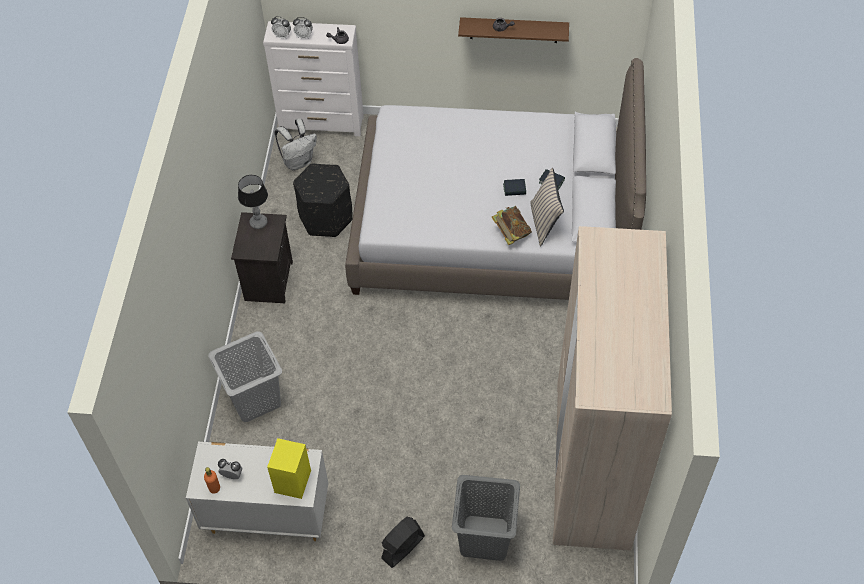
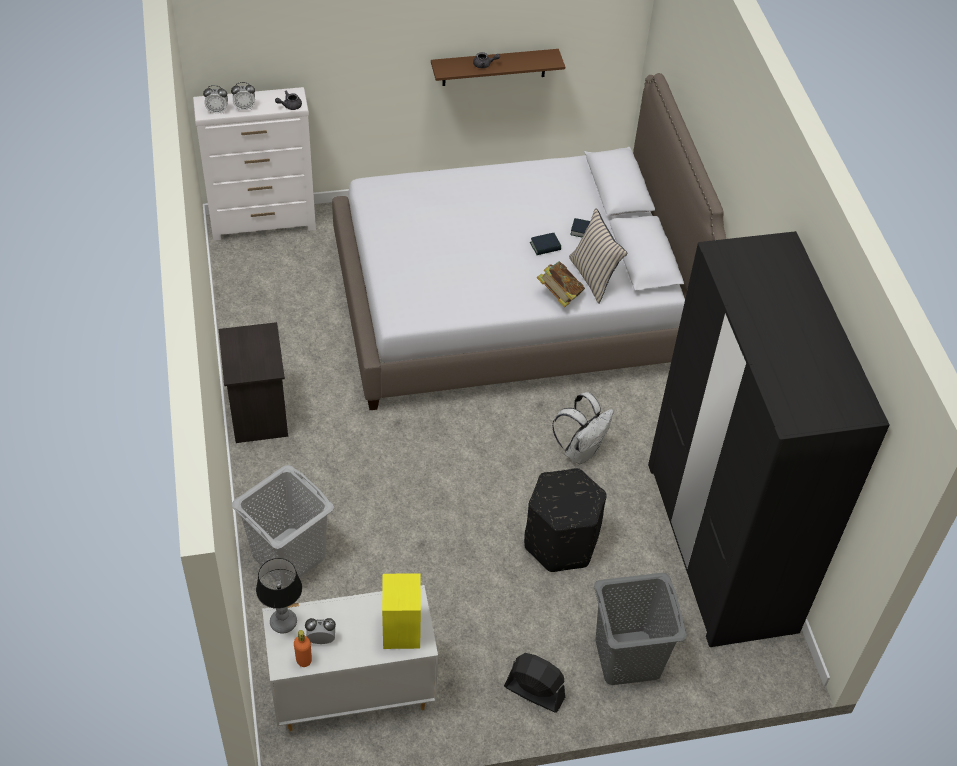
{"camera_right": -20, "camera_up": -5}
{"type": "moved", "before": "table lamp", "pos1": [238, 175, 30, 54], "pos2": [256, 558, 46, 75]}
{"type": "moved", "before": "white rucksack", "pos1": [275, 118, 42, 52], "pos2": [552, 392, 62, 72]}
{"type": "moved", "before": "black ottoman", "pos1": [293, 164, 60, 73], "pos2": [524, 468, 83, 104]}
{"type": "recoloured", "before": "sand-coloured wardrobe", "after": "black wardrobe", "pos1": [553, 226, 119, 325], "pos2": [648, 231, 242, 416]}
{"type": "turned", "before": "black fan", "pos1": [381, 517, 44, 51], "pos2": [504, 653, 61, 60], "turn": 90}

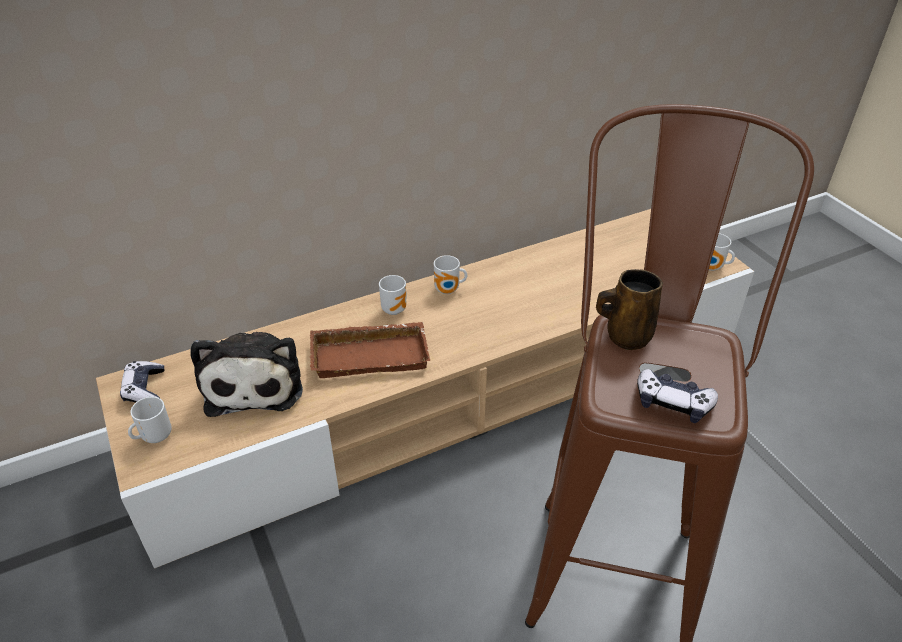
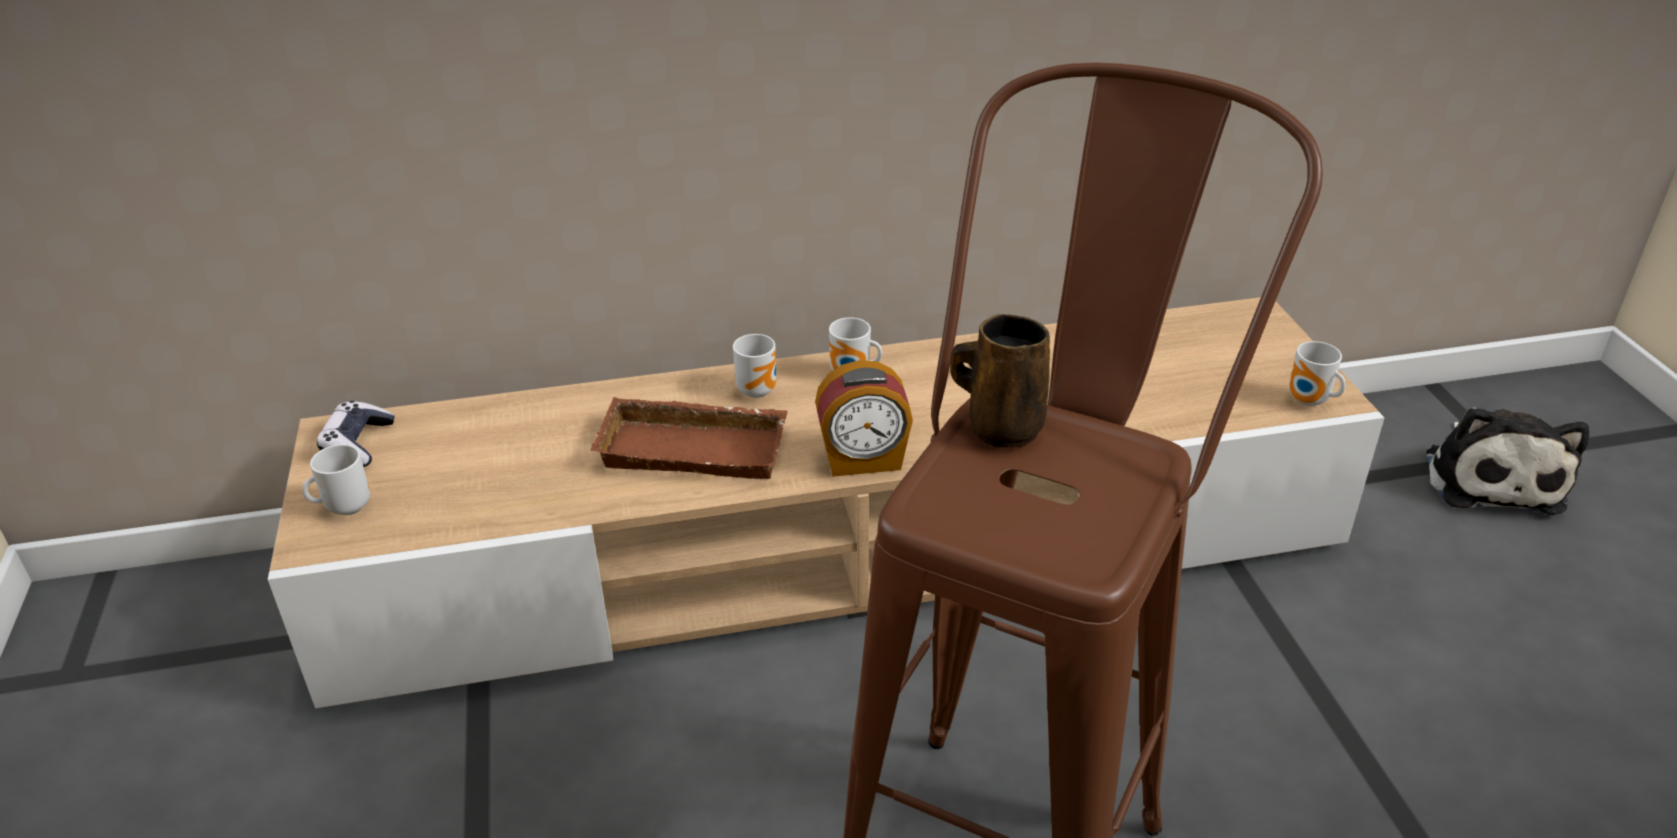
{"camera_right": 15, "camera_up": -5}
{"type": "removed", "before": "gamepad", "pos1": [637, 369, 81, 54]}
{"type": "added", "after": "alarm clock", "pos2": [815, 360, 98, 117]}
{"type": "moved", "before": "cuddly toy", "pos1": [190, 332, 113, 85], "pos2": [1427, 406, 162, 109]}

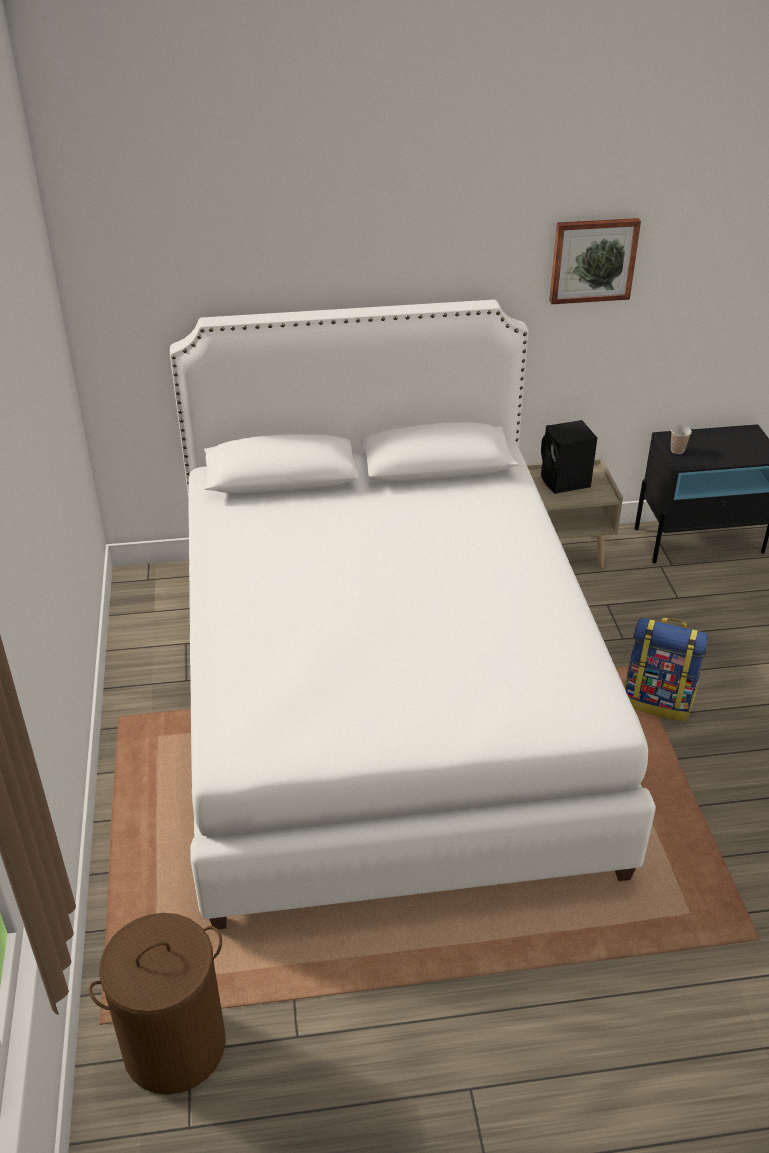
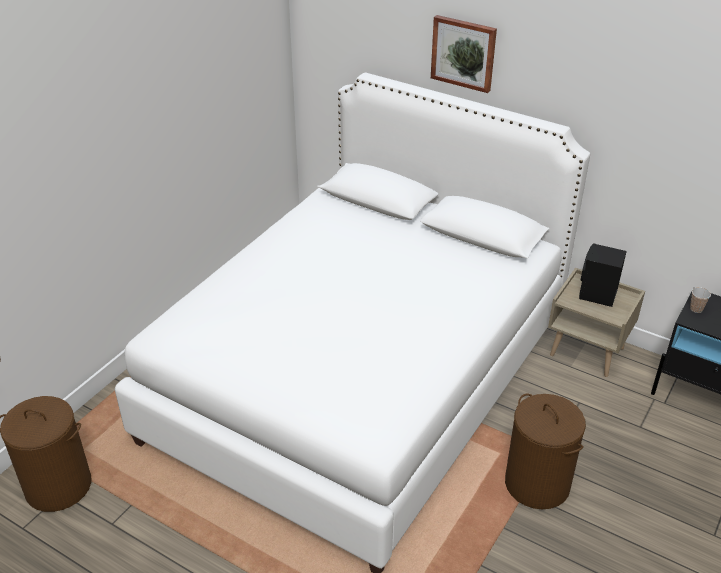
{"camera_right": 40, "camera_up": 0}
{"type": "moved", "before": "wall art", "pos1": [549, 218, 92, 86], "pos2": [431, 15, 66, 78]}
{"type": "replaced", "before": "rucksack", "after": "brown laundry basket", "pos1": [624, 617, 84, 104], "pos2": [505, 394, 81, 116]}

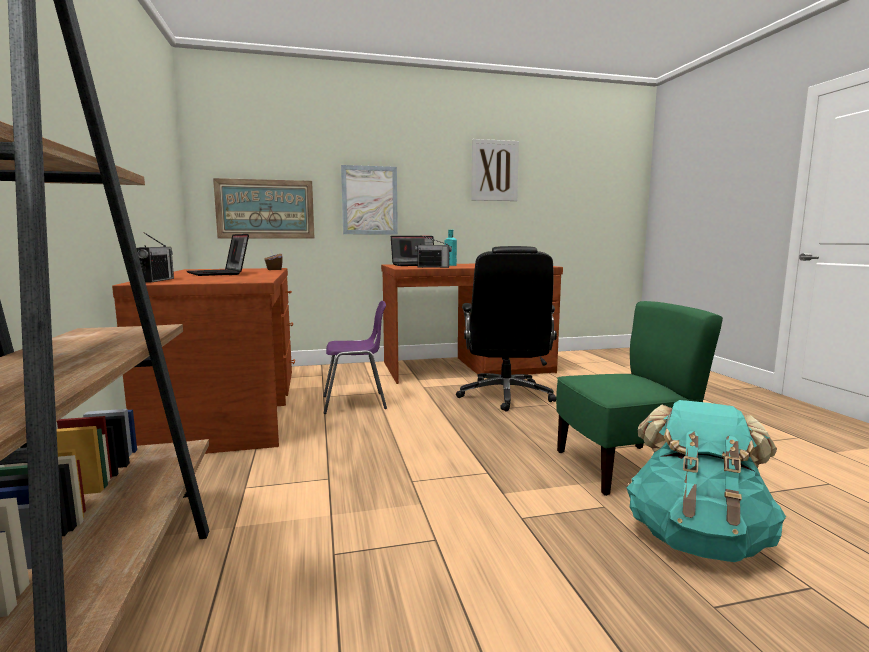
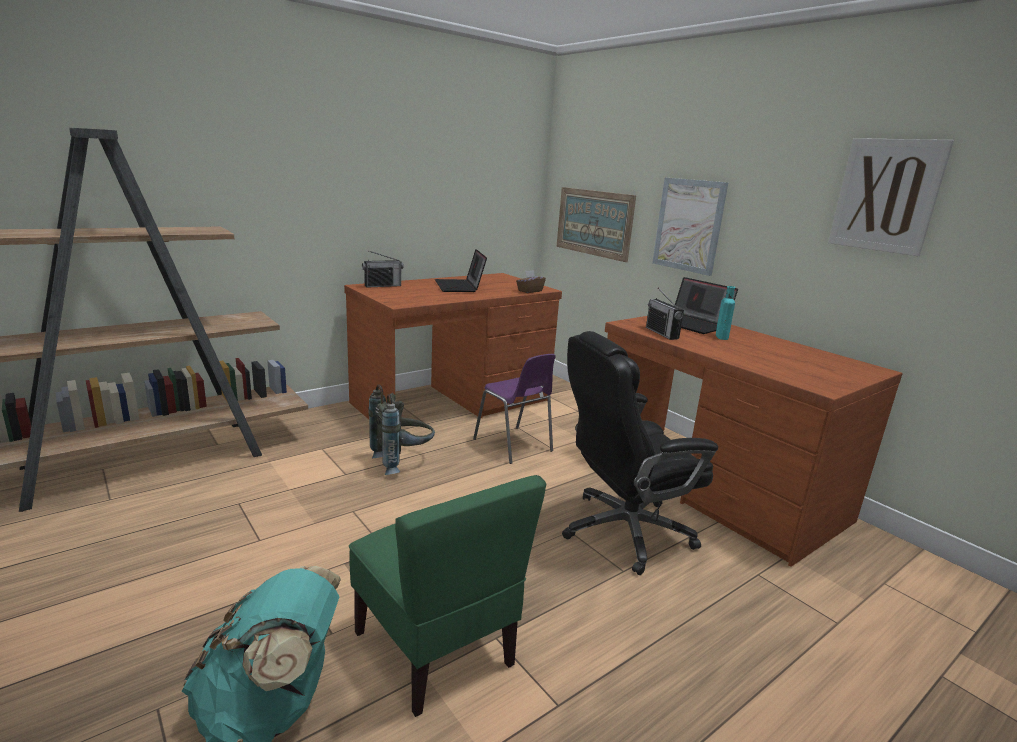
{"camera_right": 65, "camera_up": 10}
{"type": "added", "after": "grey rucksack", "pos2": [368, 385, 67, 90]}
{"type": "turned", "before": "portable computer", "pos1": [187, 234, 62, 42], "pos2": [435, 249, 52, 43], "turn": -45}

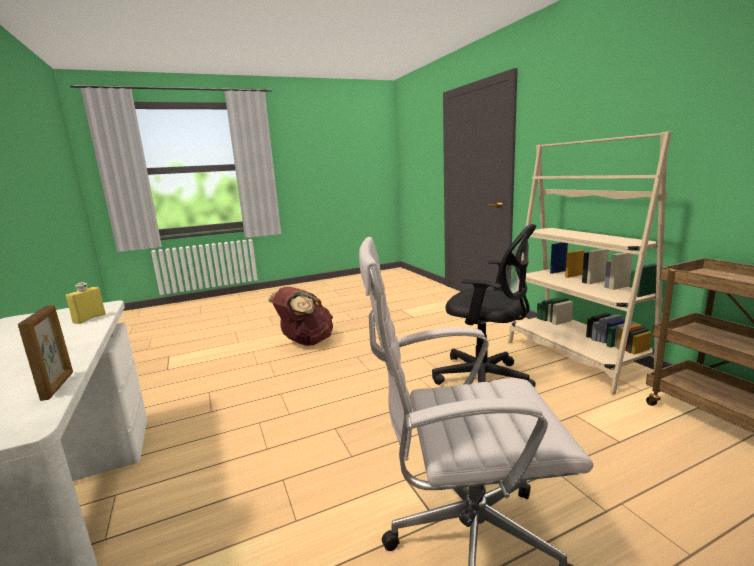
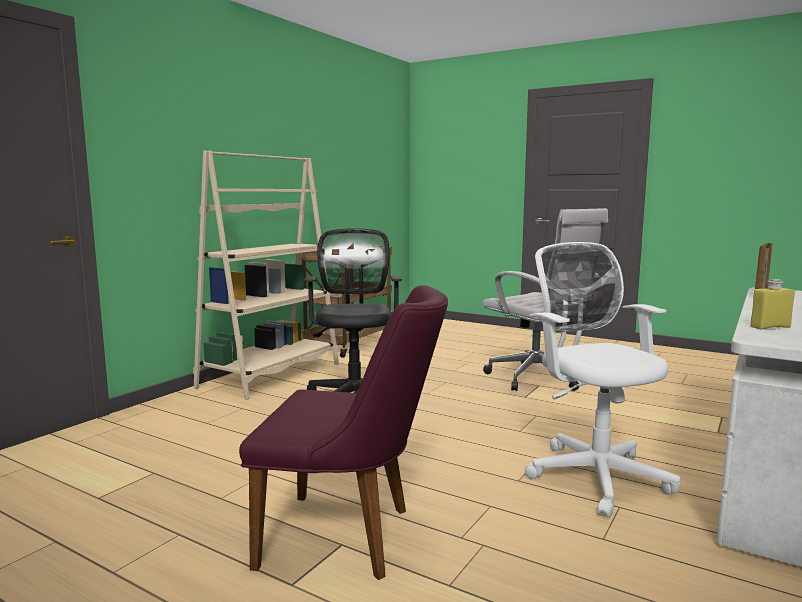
{"camera_right": -125, "camera_up": -5}
{"type": "added", "after": "white desk chair", "pos2": [525, 242, 155, 276]}
{"type": "replaced", "before": "brown rucksack", "after": "purple plain chair", "pos1": [268, 287, 65, 59], "pos2": [239, 285, 209, 295]}

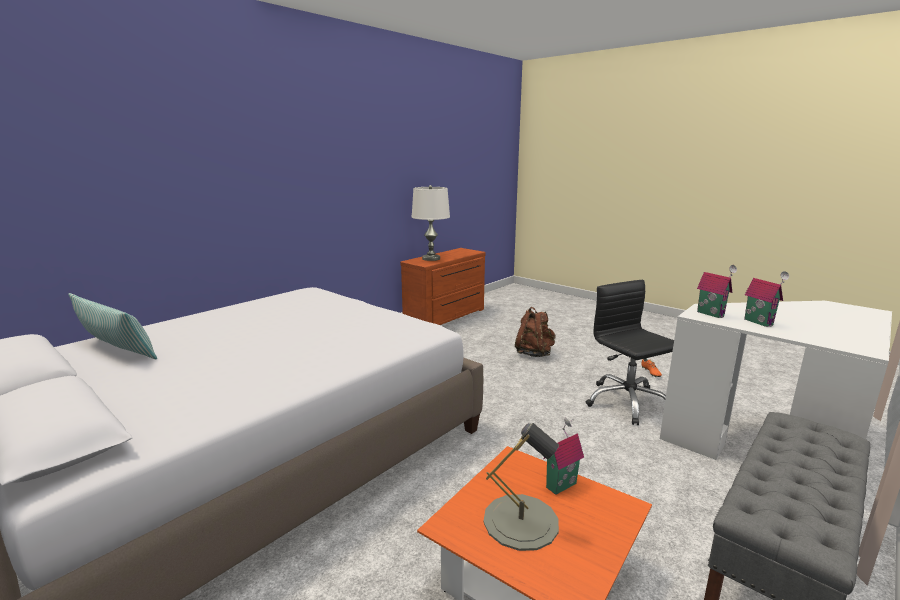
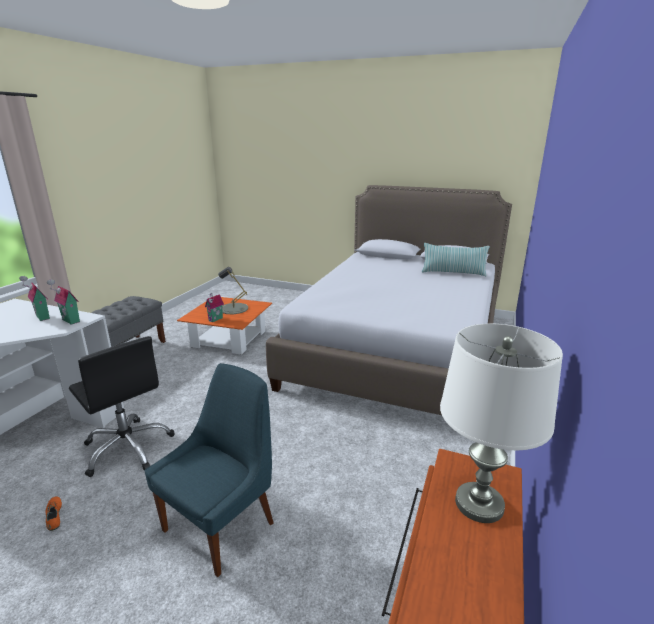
{"camera_right": 160, "camera_up": 5}
{"type": "replaced", "before": "brown rucksack", "after": "blue-coloured plain chair", "pos1": [515, 307, 41, 50], "pos2": [145, 363, 129, 214]}

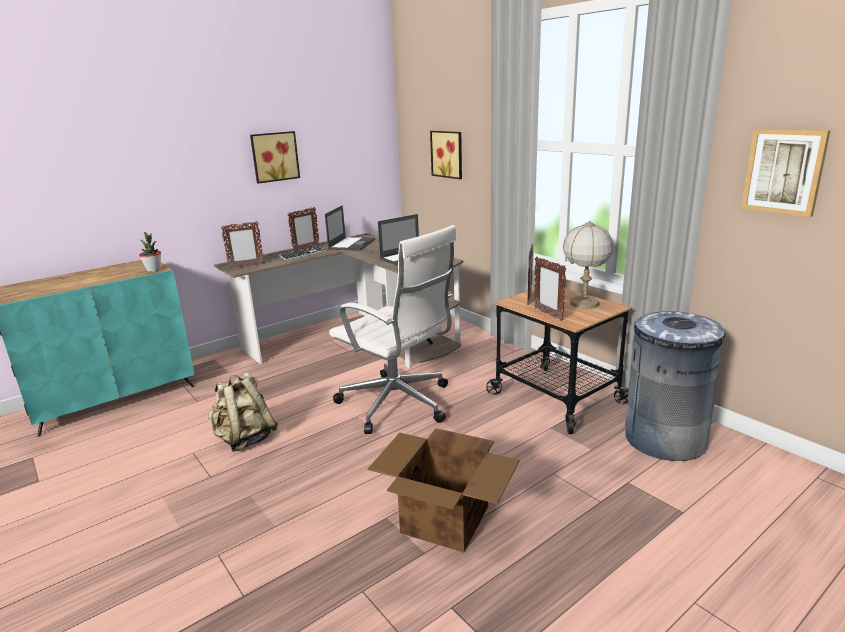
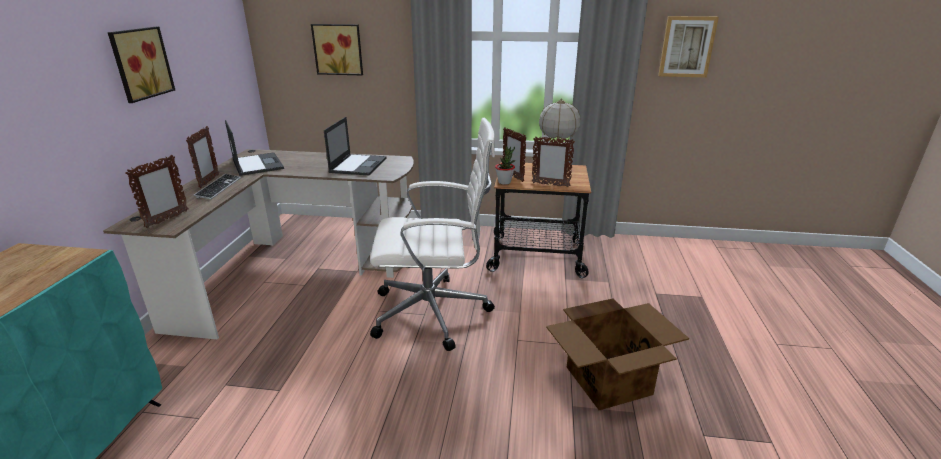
{"camera_right": -45, "camera_up": 5}
{"type": "removed", "before": "sand-coloured rucksack", "pos1": [208, 372, 70, 80]}
{"type": "removed", "before": "grey waste bin", "pos1": [625, 311, 100, 150]}
{"type": "moved", "before": "plant in a pot", "pos1": [139, 232, 22, 40], "pos2": [495, 146, 21, 39]}

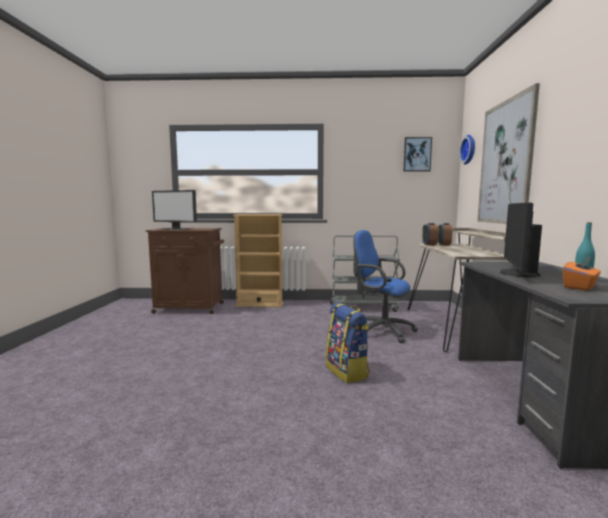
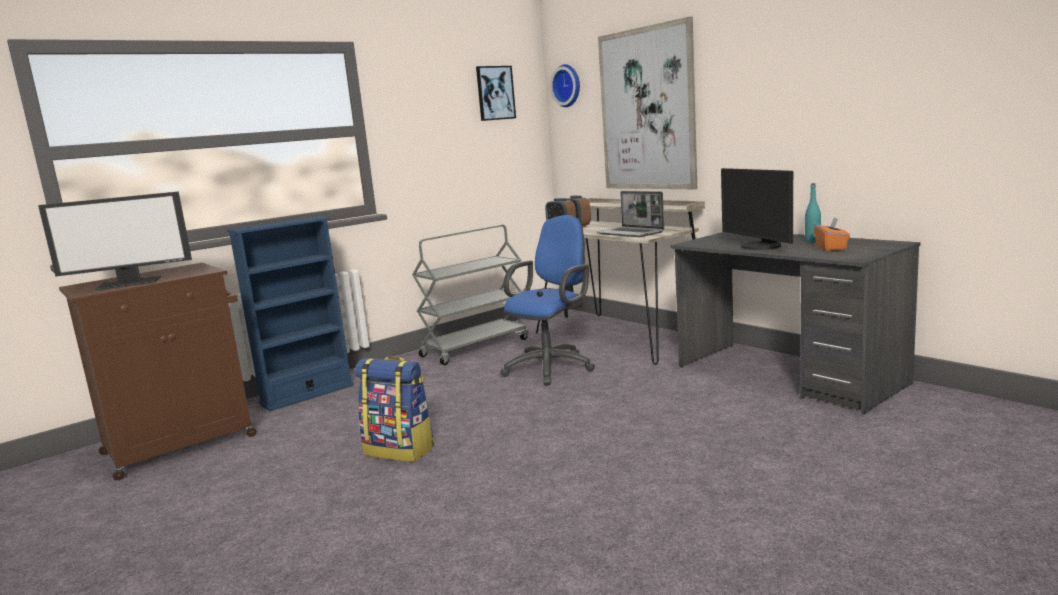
{"camera_right": -40, "camera_up": 5}
{"type": "added", "after": "portable computer", "pos2": [597, 191, 67, 46]}
{"type": "moved", "before": "rucksack", "pos1": [326, 303, 44, 80], "pos2": [355, 356, 79, 106]}
{"type": "recoloured", "before": "sand-coloured bookcase", "after": "blue-coloured bookcase", "pos1": [233, 214, 50, 93], "pos2": [227, 216, 127, 195]}
{"type": "turned", "before": "blue-coloured desk chair", "pos1": [353, 230, 65, 113], "pos2": [500, 215, 95, 171], "turn": 135}

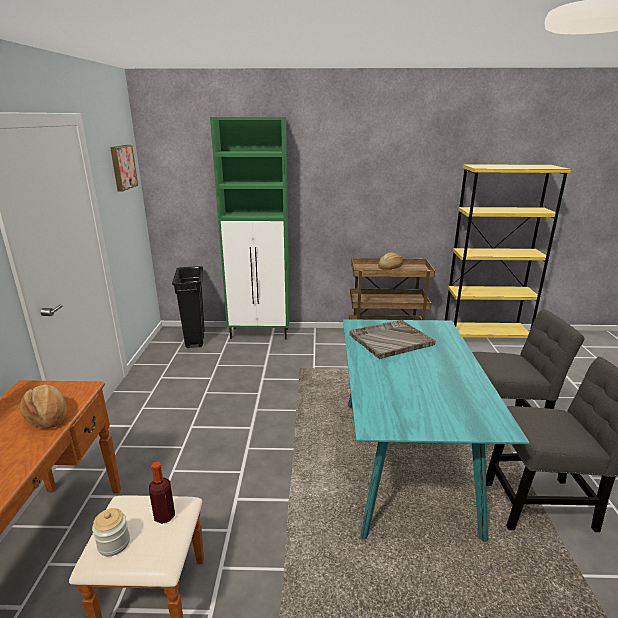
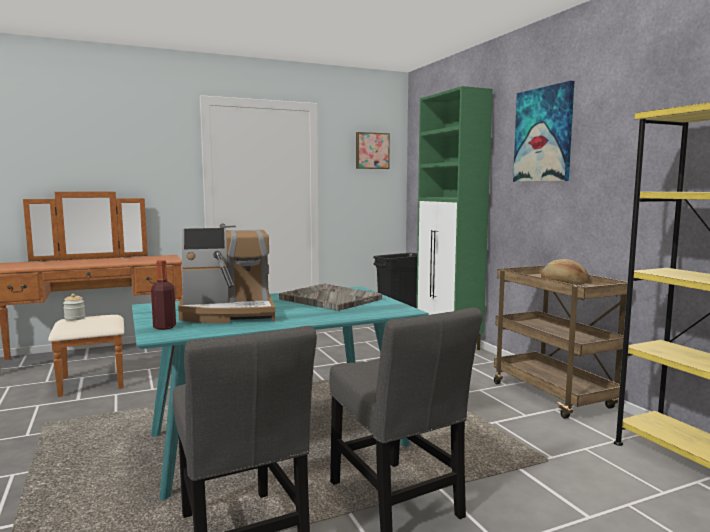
{"camera_right": 65, "camera_up": -15}
{"type": "removed", "before": "baked bread", "pos1": [20, 384, 47, 44]}
{"type": "added", "after": "coffee maker", "pos2": [178, 228, 97, 95]}
{"type": "added", "after": "wall art", "pos2": [513, 81, 61, 101]}
{"type": "moved", "before": "beverage bottle", "pos1": [149, 461, 26, 63], "pos2": [151, 260, 25, 70]}

